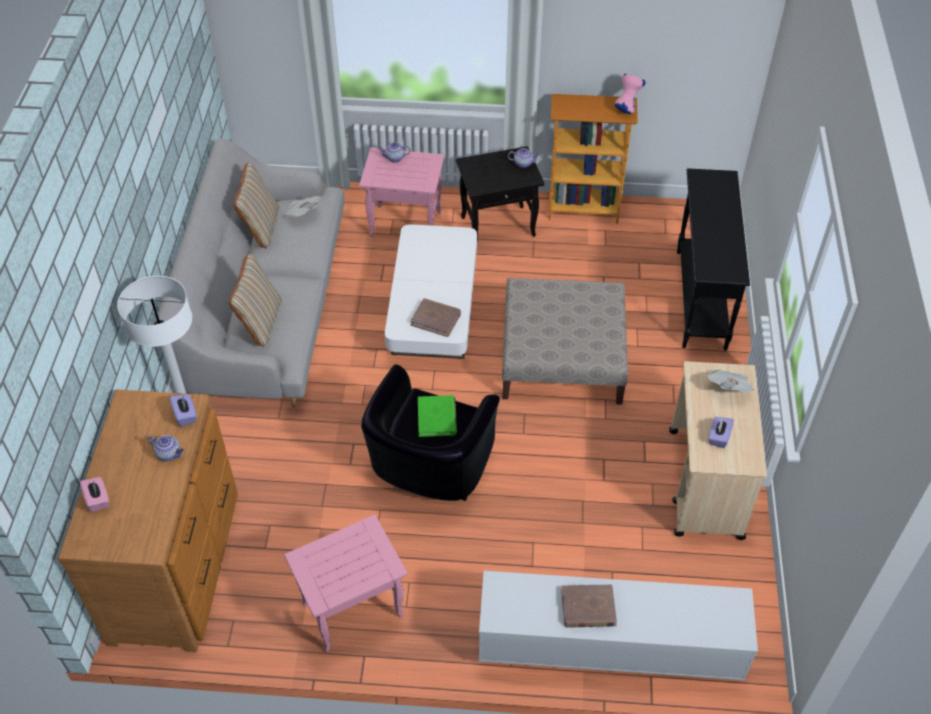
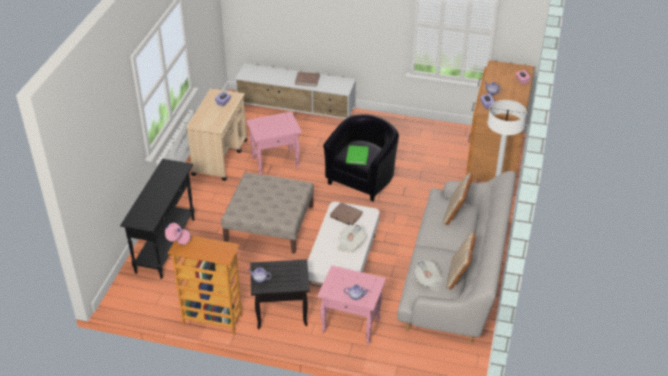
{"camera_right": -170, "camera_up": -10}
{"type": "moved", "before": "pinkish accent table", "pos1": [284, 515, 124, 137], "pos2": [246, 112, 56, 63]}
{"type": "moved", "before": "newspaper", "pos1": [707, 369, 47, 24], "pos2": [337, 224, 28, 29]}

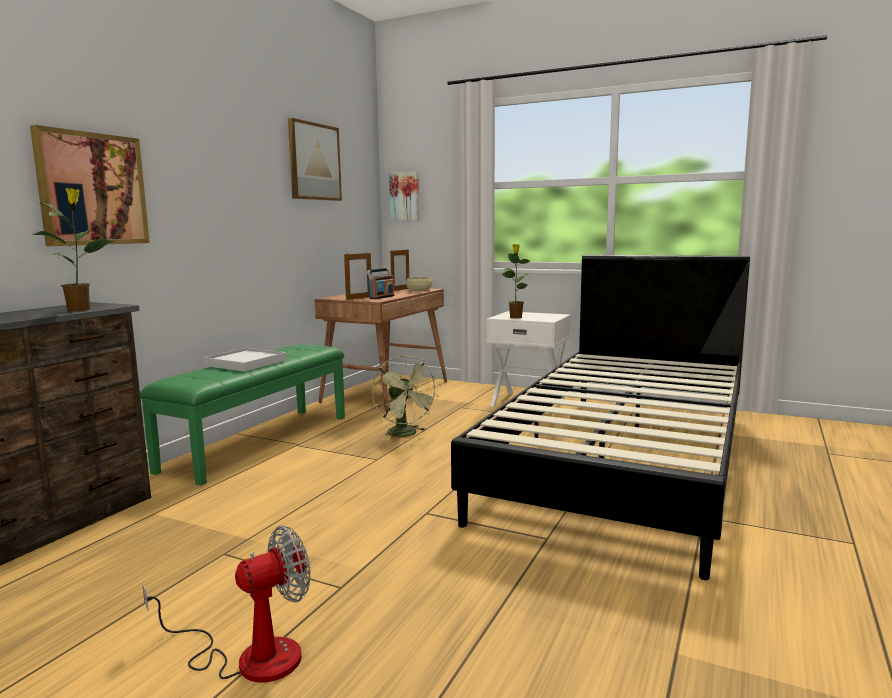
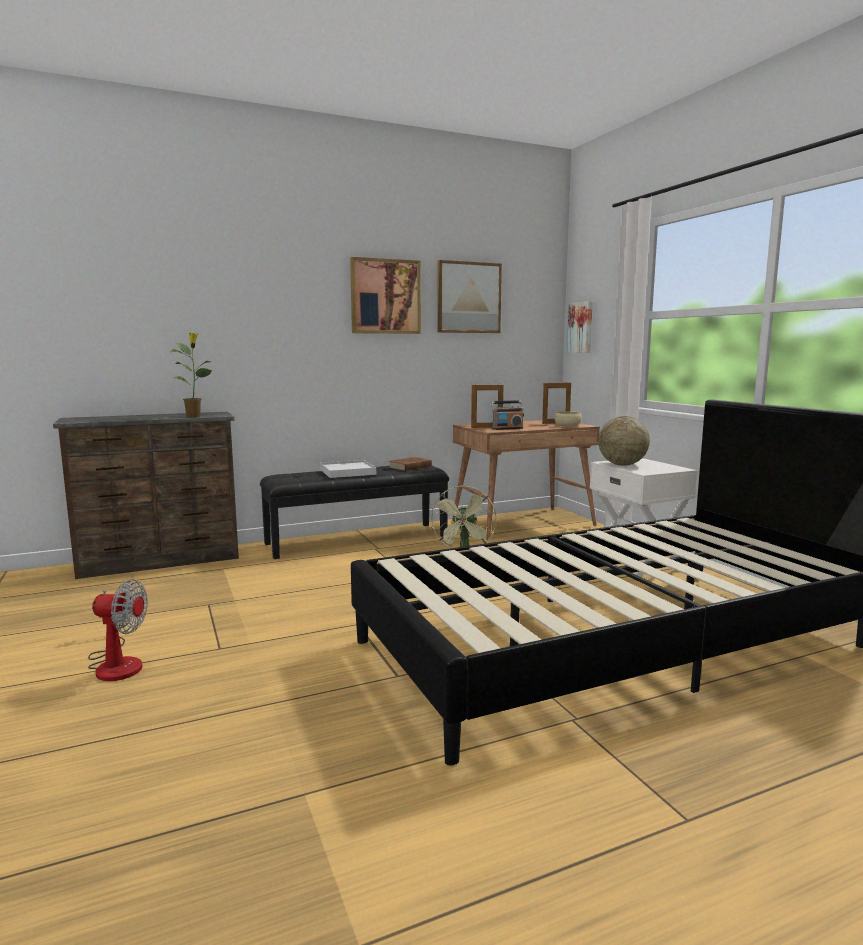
{"camera_right": 40, "camera_up": 0}
{"type": "added", "after": "brown volume", "pos2": [389, 457, 43, 14]}
{"type": "moved", "before": "wall art", "pos1": [30, 125, 120, 121], "pos2": [350, 257, 71, 77]}
{"type": "replaced", "before": "plant in a pot", "after": "world globe", "pos1": [502, 244, 30, 75], "pos2": [598, 416, 52, 50]}
{"type": "recoloured", "before": "green indoor bench", "after": "black indoor bench", "pos1": [140, 344, 205, 141], "pos2": [260, 465, 189, 94]}

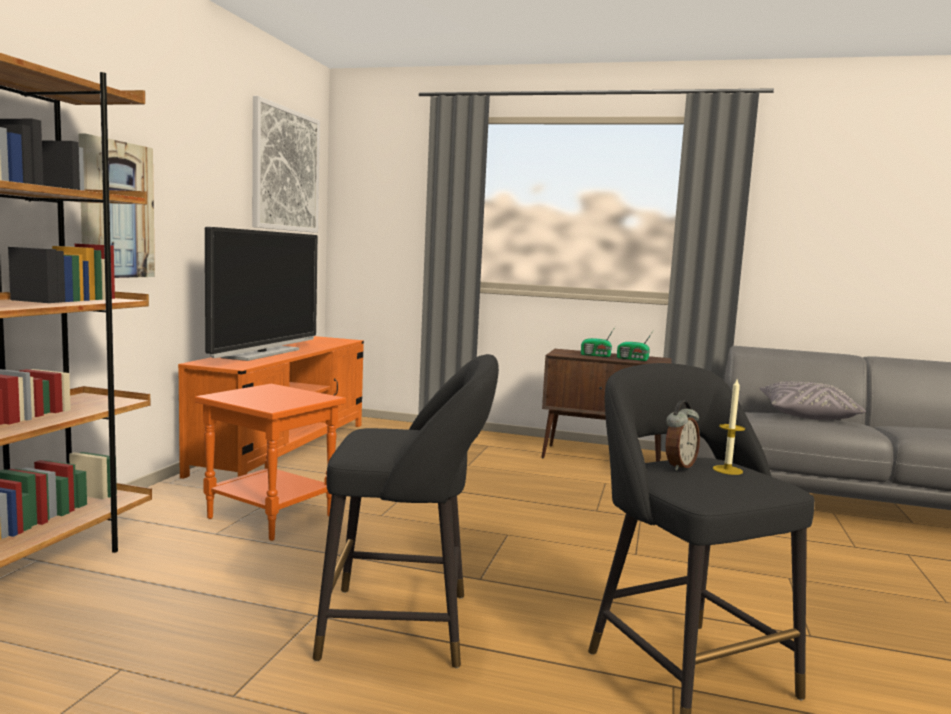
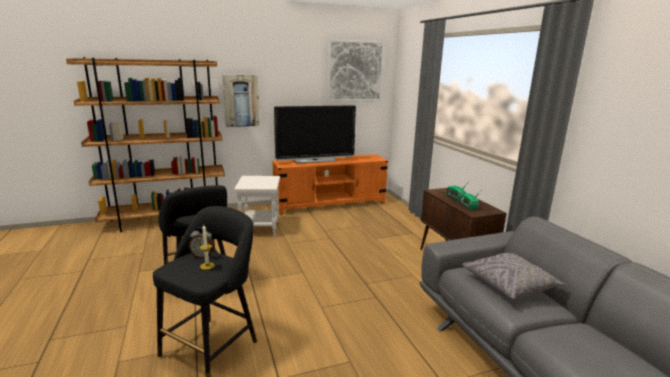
{"camera_right": 55, "camera_up": 10}
{"type": "recoloured", "before": "orange accent table", "after": "white accent table", "pos1": [195, 384, 151, 157], "pos2": [234, 176, 46, 61]}

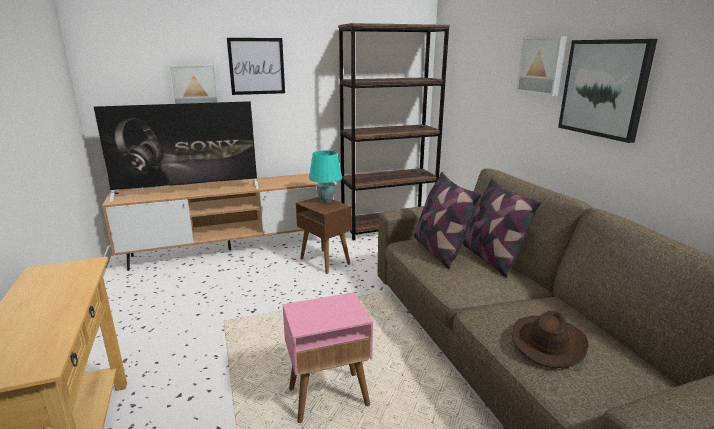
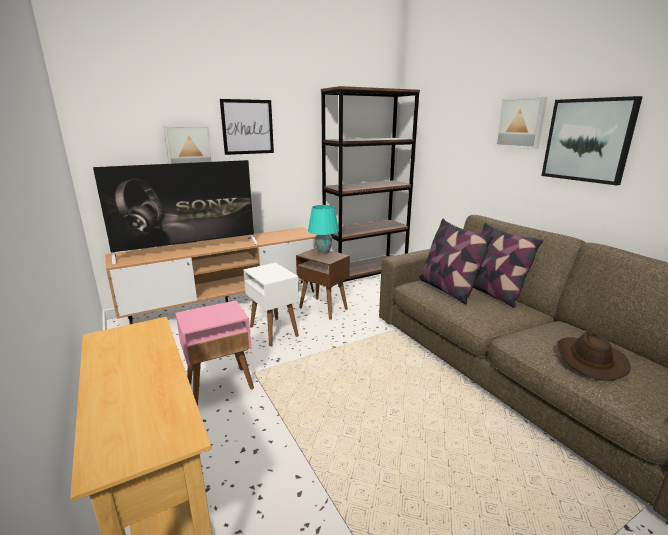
{"camera_right": -10, "camera_up": 0}
{"type": "added", "after": "white accent table", "pos2": [243, 263, 56, 83]}
{"type": "moved", "before": "pinkish accent table", "pos1": [283, 292, 90, 131], "pos2": [175, 300, 79, 106]}

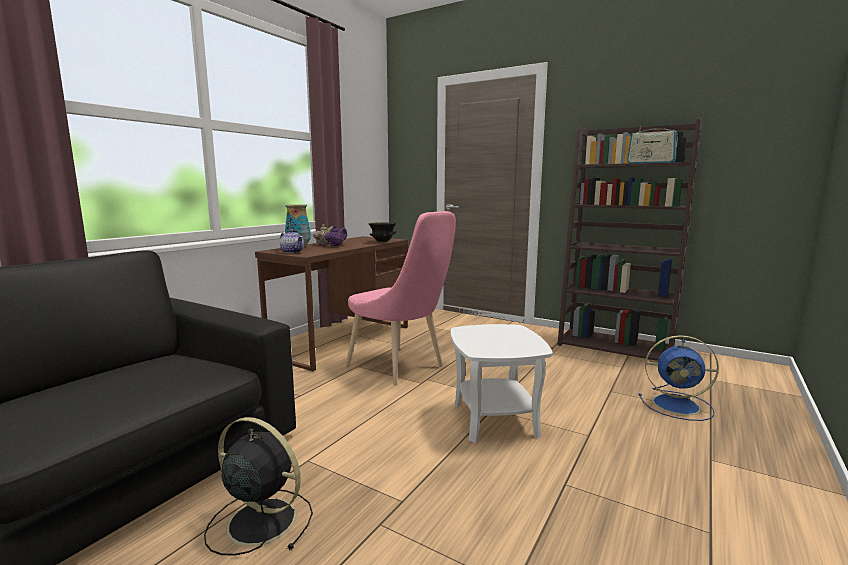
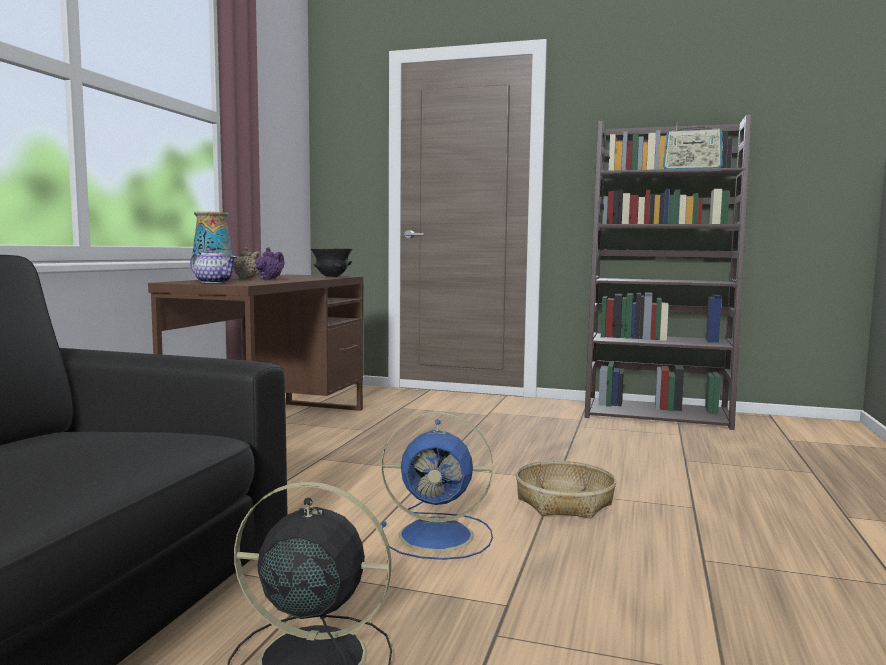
{"camera_right": -15, "camera_up": -5}
{"type": "removed", "before": "pinkish plain chair", "pos1": [346, 211, 110, 175]}
{"type": "moved", "before": "blue-coloured fan", "pos1": [638, 335, 81, 86], "pos2": [381, 412, 112, 148]}
{"type": "replaced", "before": "white accent table", "after": "household basket", "pos1": [451, 324, 102, 119], "pos2": [516, 460, 100, 59]}

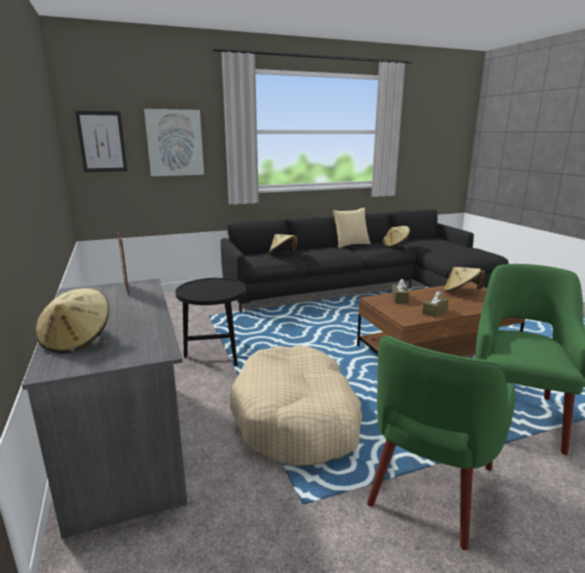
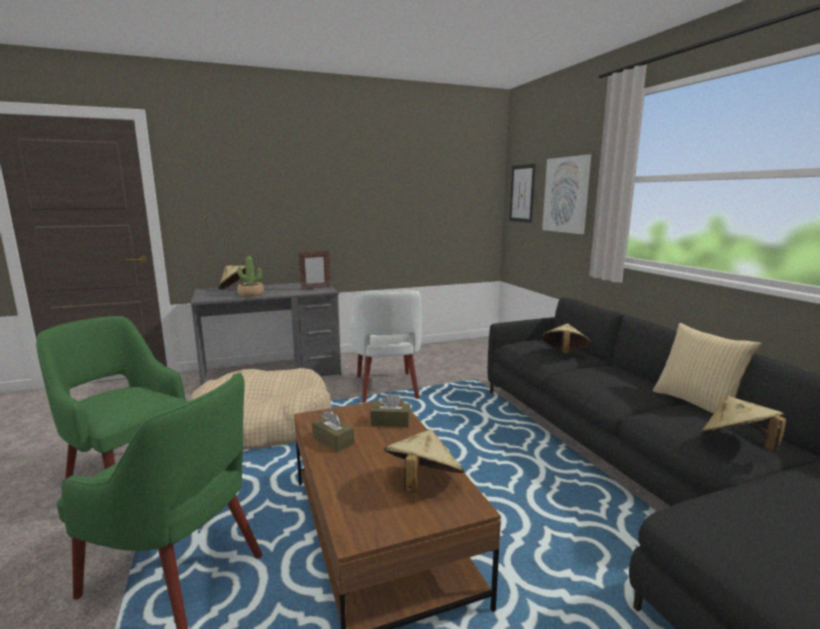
{"camera_right": 90, "camera_up": -5}
{"type": "added", "after": "plant in a pot", "pos2": [237, 257, 27, 40]}
{"type": "replaced", "before": "black accent table", "after": "white lounge chair", "pos1": [175, 278, 71, 88], "pos2": [350, 290, 72, 113]}

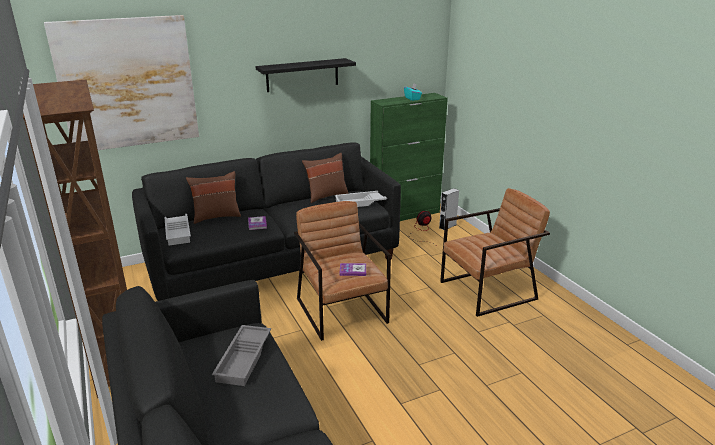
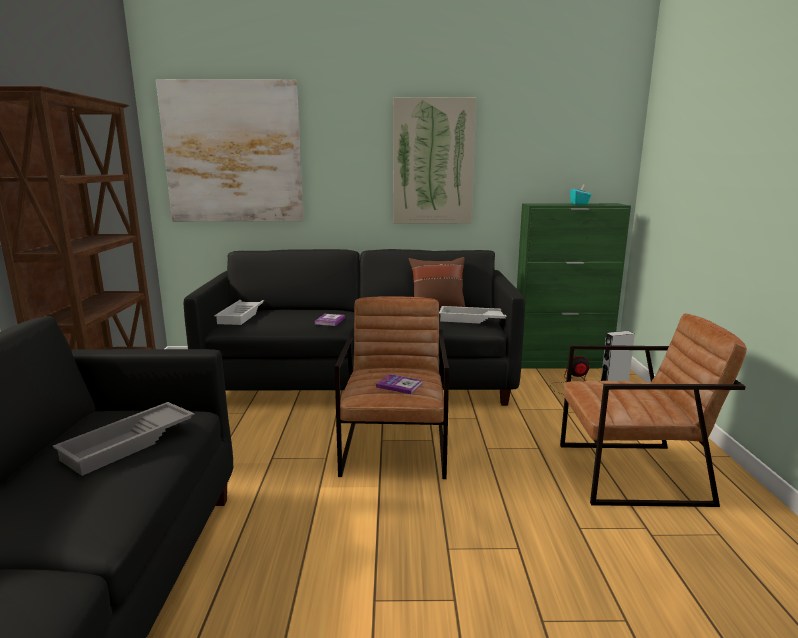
{"camera_right": 25, "camera_up": -10}
{"type": "removed", "before": "brown cushion", "pos1": [186, 171, 55, 53]}
{"type": "replaced", "before": "black wall shelf", "after": "wall art", "pos1": [255, 58, 101, 34], "pos2": [393, 97, 83, 126]}

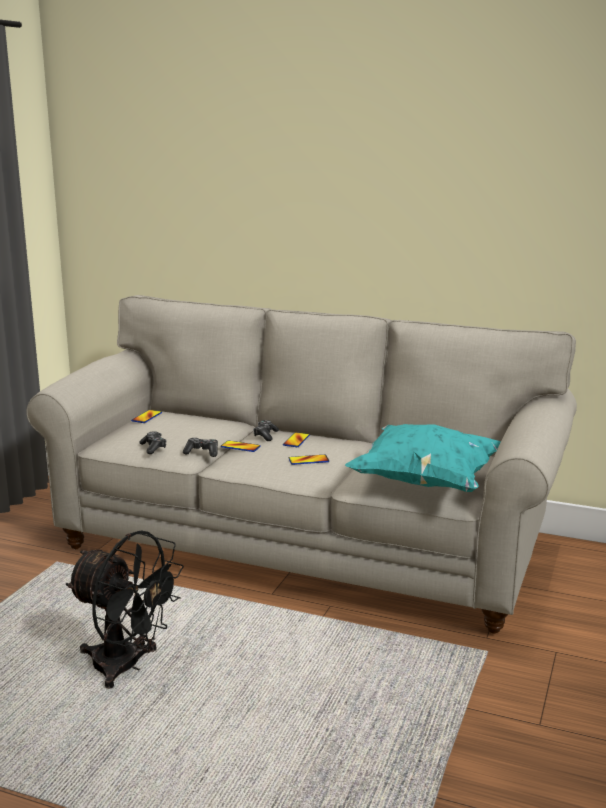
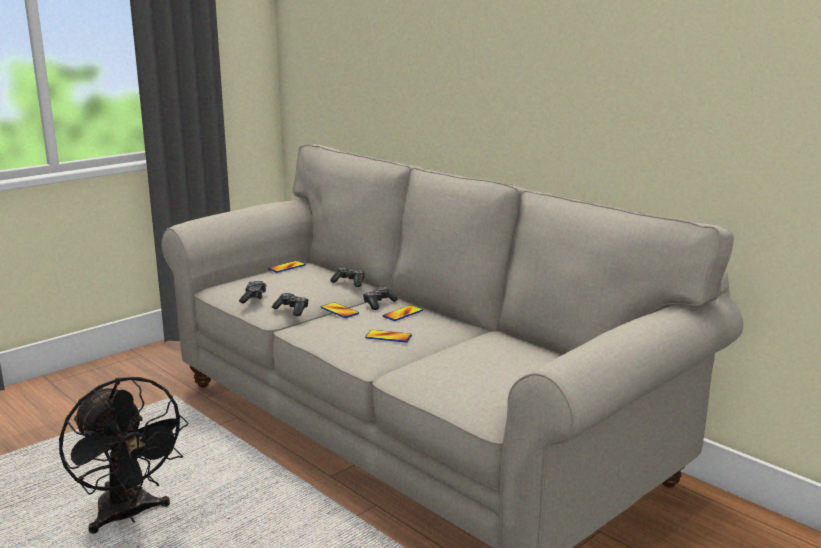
{"camera_right": 25, "camera_up": 0}
{"type": "removed", "before": "turquoise-coloured cushion", "pos1": [345, 424, 156, 68]}
{"type": "added", "after": "gamepad", "pos2": [330, 267, 34, 20]}

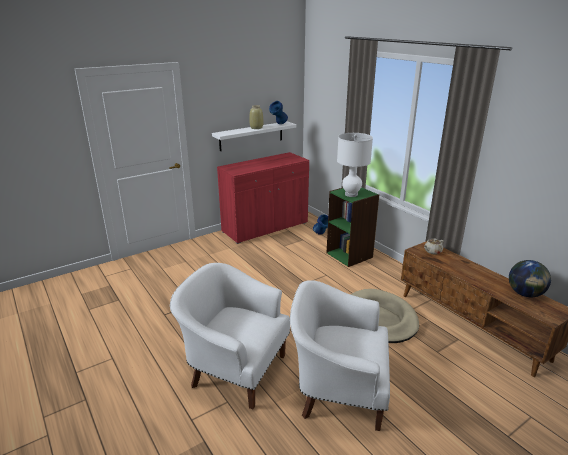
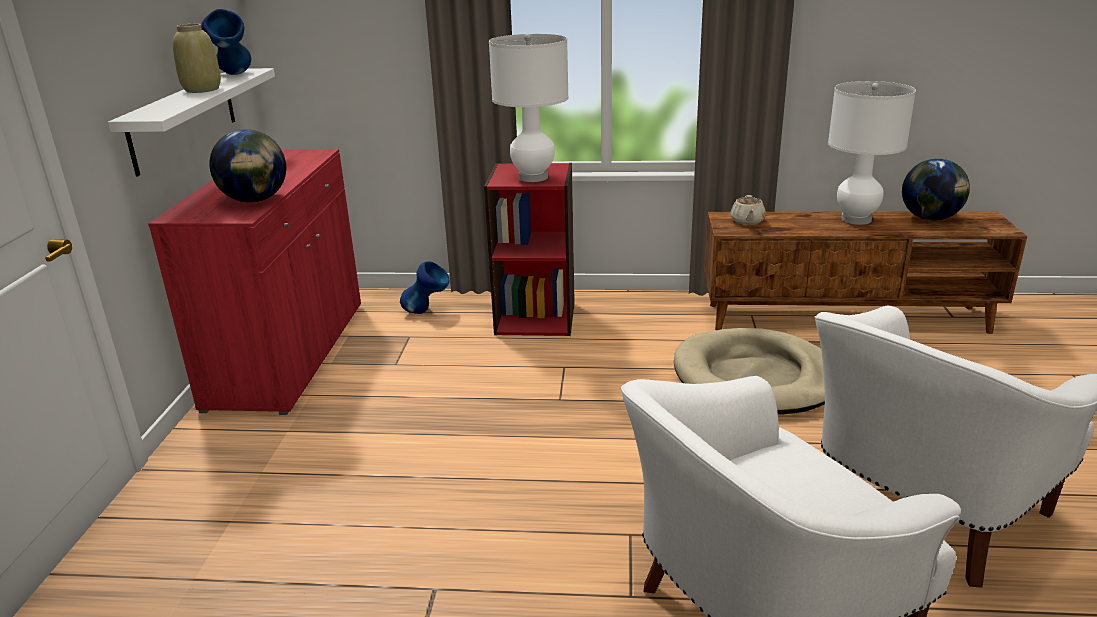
{"camera_right": -50, "camera_up": 0}
{"type": "added", "after": "world globe", "pos2": [209, 129, 77, 74]}
{"type": "added", "after": "white table lamp", "pos2": [828, 81, 88, 144]}
{"type": "recoloured", "before": "green bookcase", "after": "red-coloured bookcase", "pos1": [327, 187, 52, 80], "pos2": [484, 163, 91, 173]}

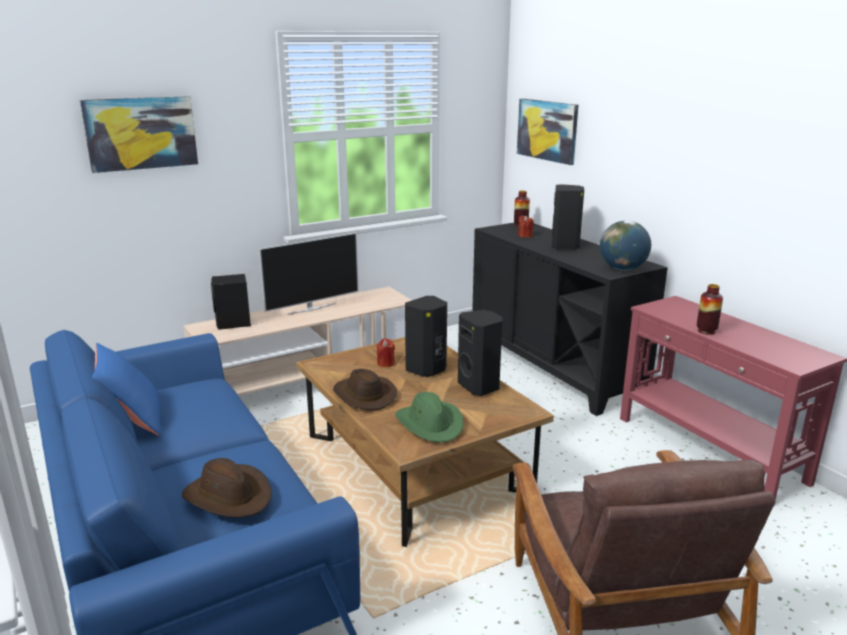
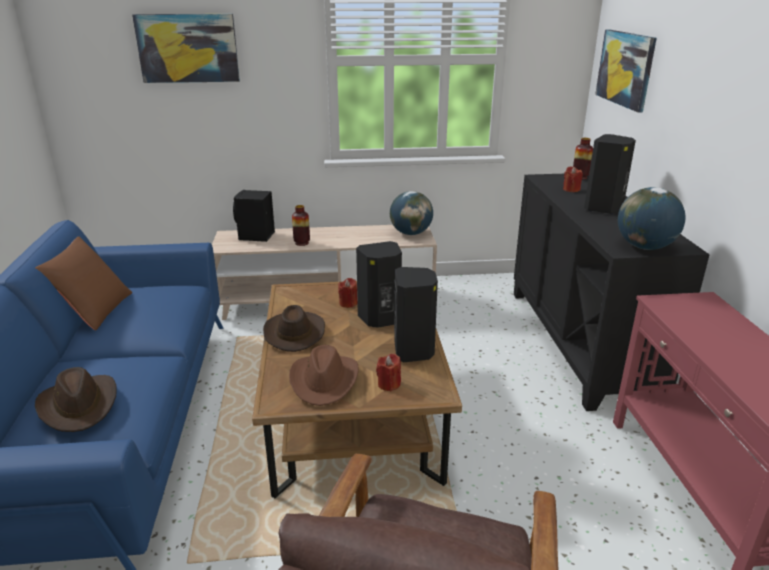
{"camera_right": 25, "camera_up": 5}
{"type": "removed", "before": "TV set", "pos1": [259, 232, 100, 82]}
{"type": "added", "after": "red-coloured wax candle", "pos2": [376, 353, 25, 38]}
{"type": "added", "after": "world globe", "pos2": [390, 191, 43, 44]}
{"type": "moved", "before": "vase", "pos1": [697, 284, 26, 51], "pos2": [292, 205, 18, 41]}
{"type": "recoloured", "before": "blue-coloured cushion", "after": "brown cushion", "pos1": [92, 343, 69, 93], "pos2": [35, 236, 98, 95]}
{"type": "recoloured", "before": "green hat", "after": "brown hat", "pos1": [395, 392, 68, 50], "pos2": [289, 345, 70, 61]}

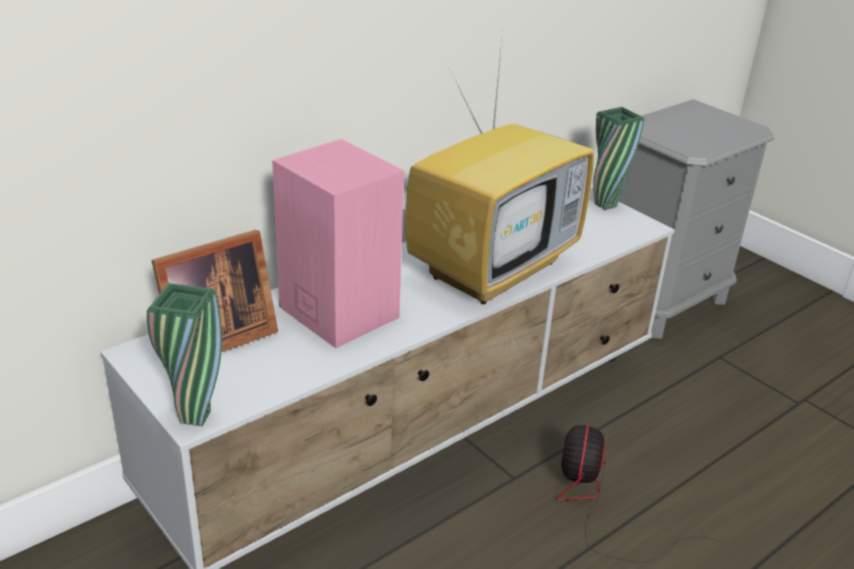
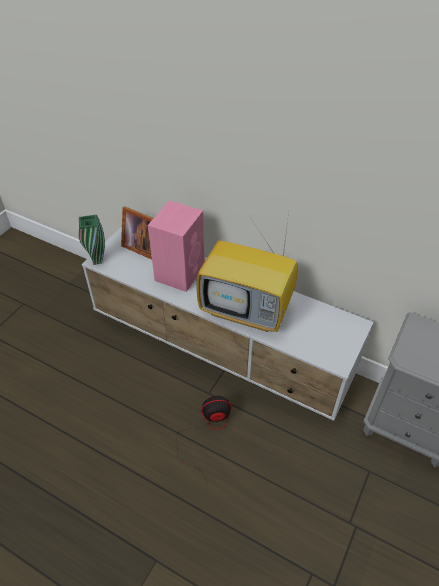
{"camera_right": 70, "camera_up": 15}
{"type": "removed", "before": "green vase", "pos1": [593, 107, 51, 103]}

